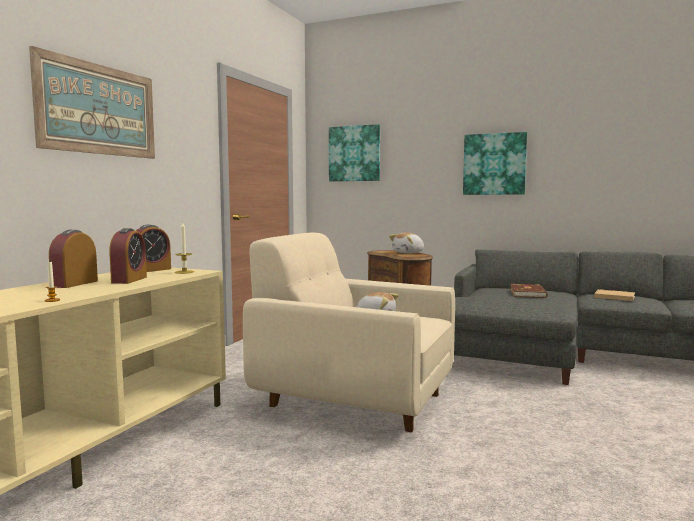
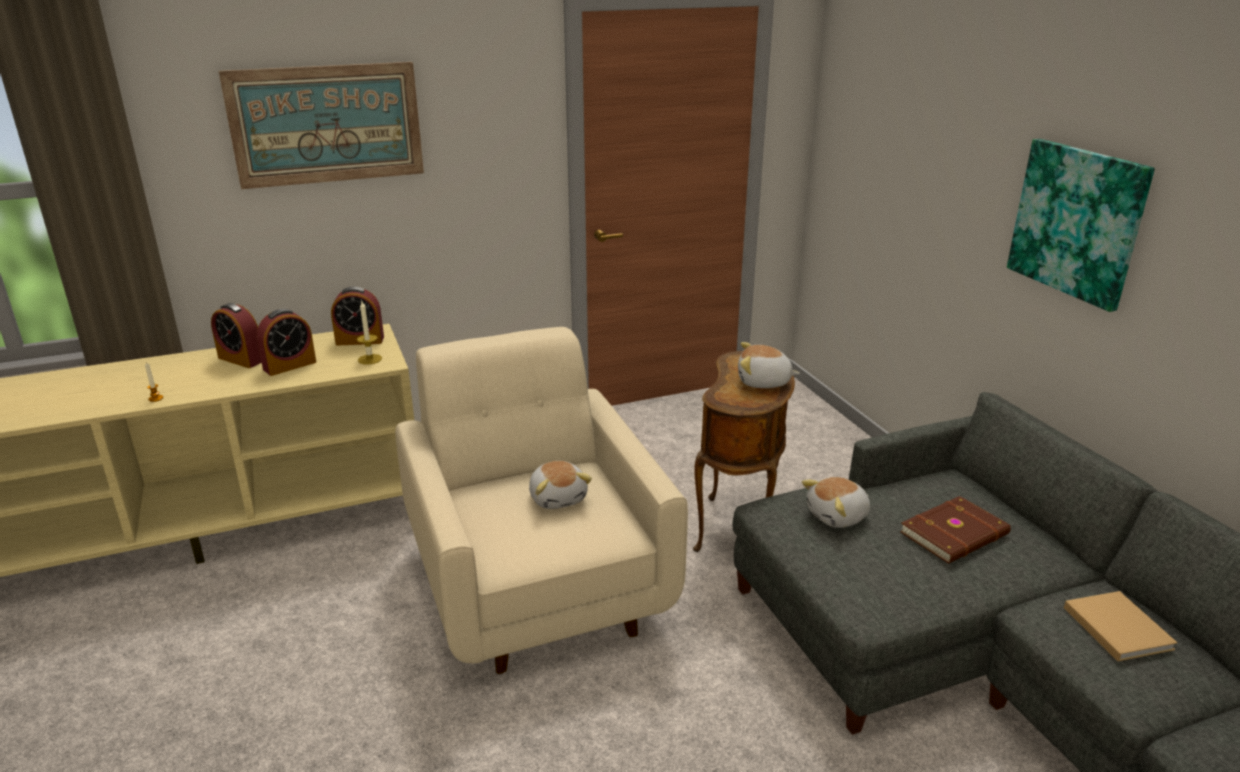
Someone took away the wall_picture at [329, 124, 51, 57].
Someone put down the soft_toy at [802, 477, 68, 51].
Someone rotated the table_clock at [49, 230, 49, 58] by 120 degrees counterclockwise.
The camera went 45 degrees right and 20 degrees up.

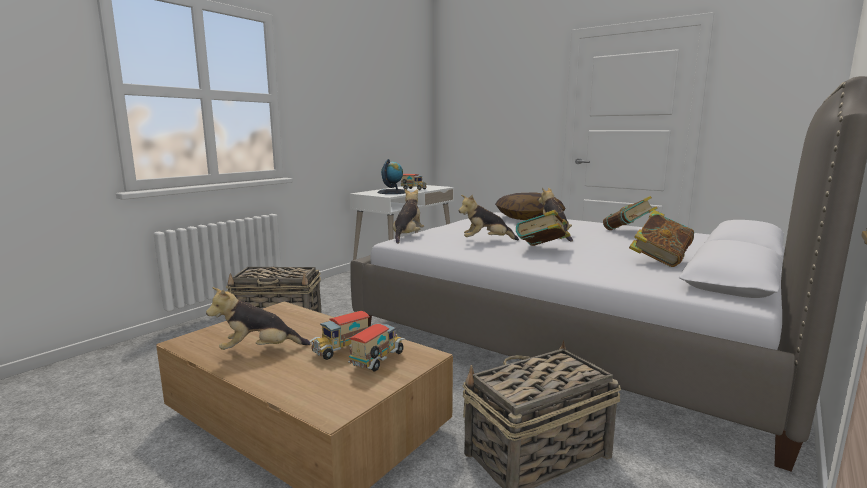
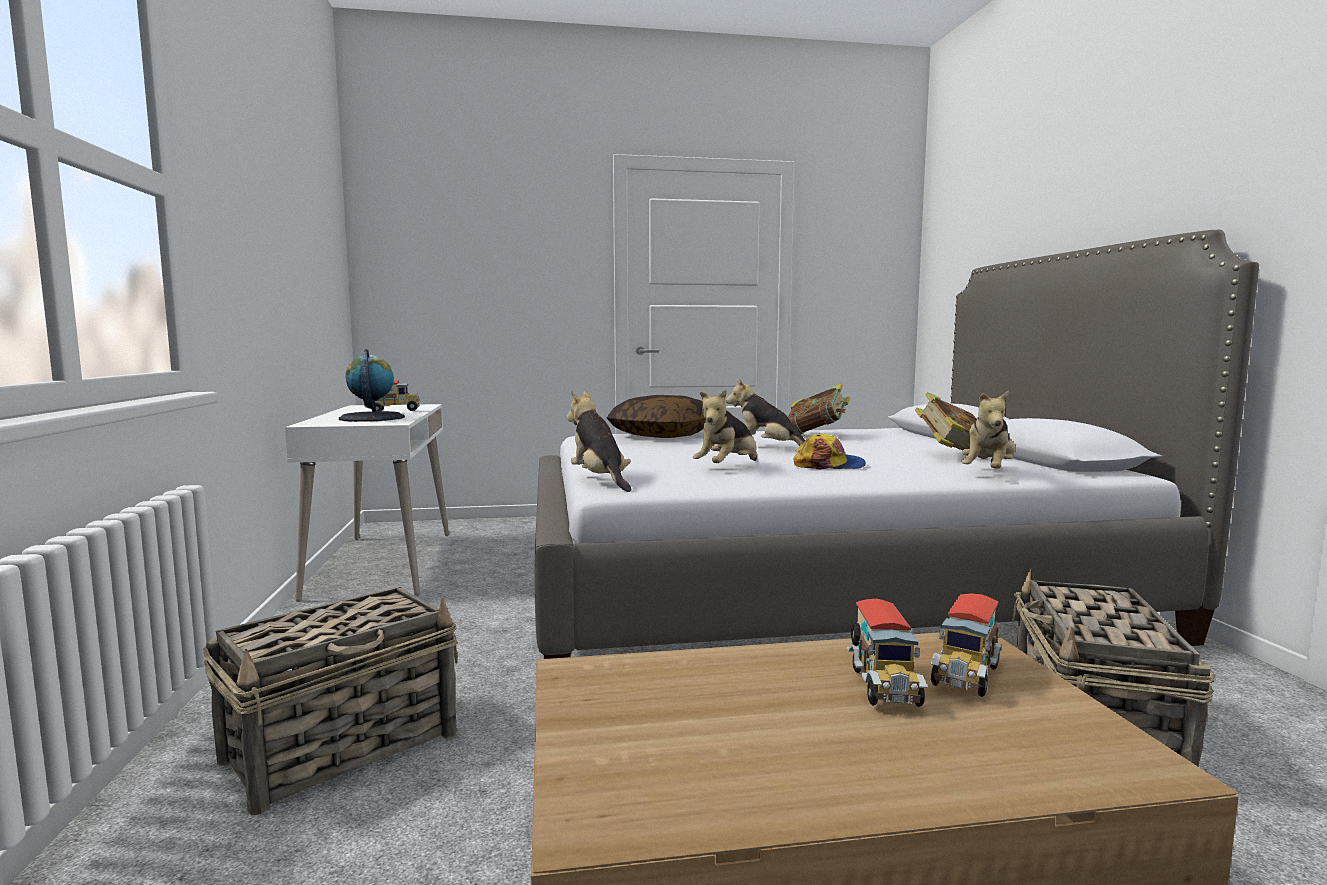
Someone carried the soft_toy from [206, 287, 104, 63] to [961, 391, 54, 78].
Someone swapped the bound_book at [516, 210, 54, 36] for the peaked_cap at [793, 433, 73, 37].
Someone rotated the toy_lorry at [348, 324, 57, 48] by 135 degrees counterclockwise.
The camera went 45 degrees left and 5 degrees down.

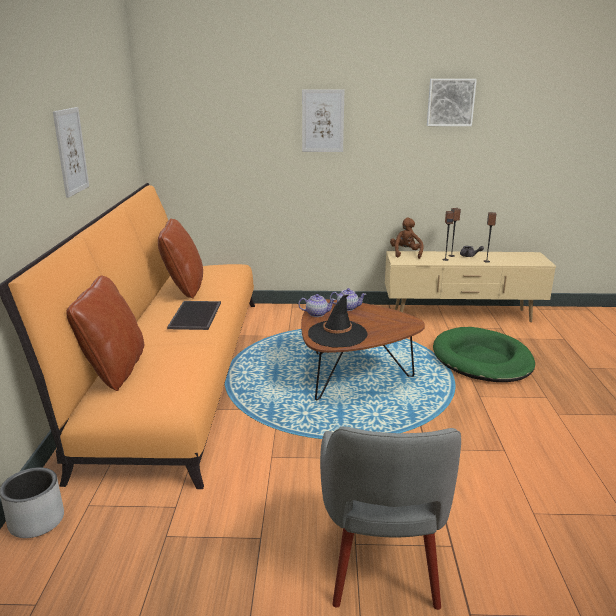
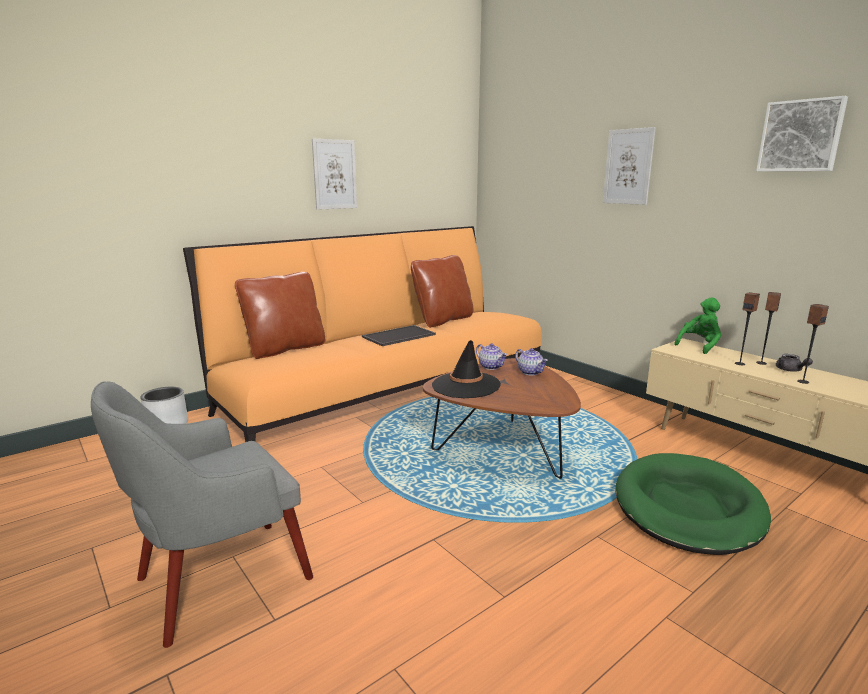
Someone repainted the brownish_soft_toy at [390, 218, 33, 41], which became the green_soft_toy at [674, 297, 47, 57].
The camera went 50 degrees right and 5 degrees down.

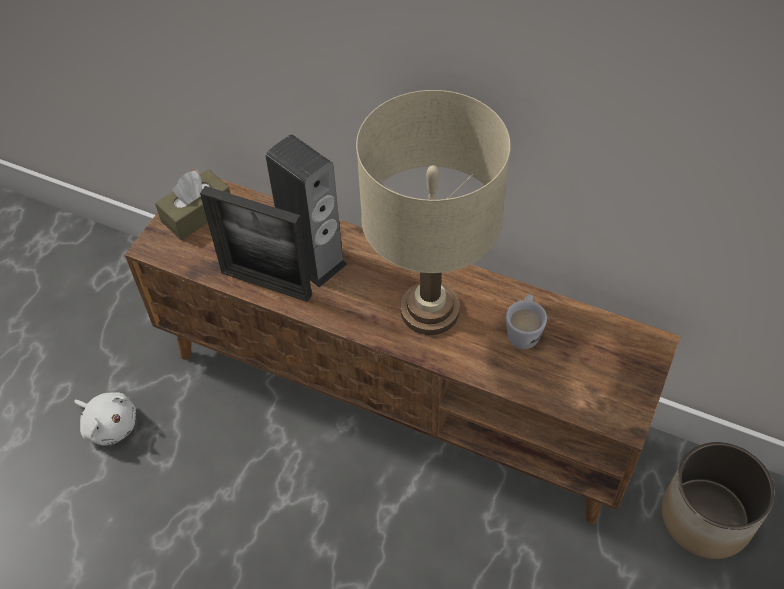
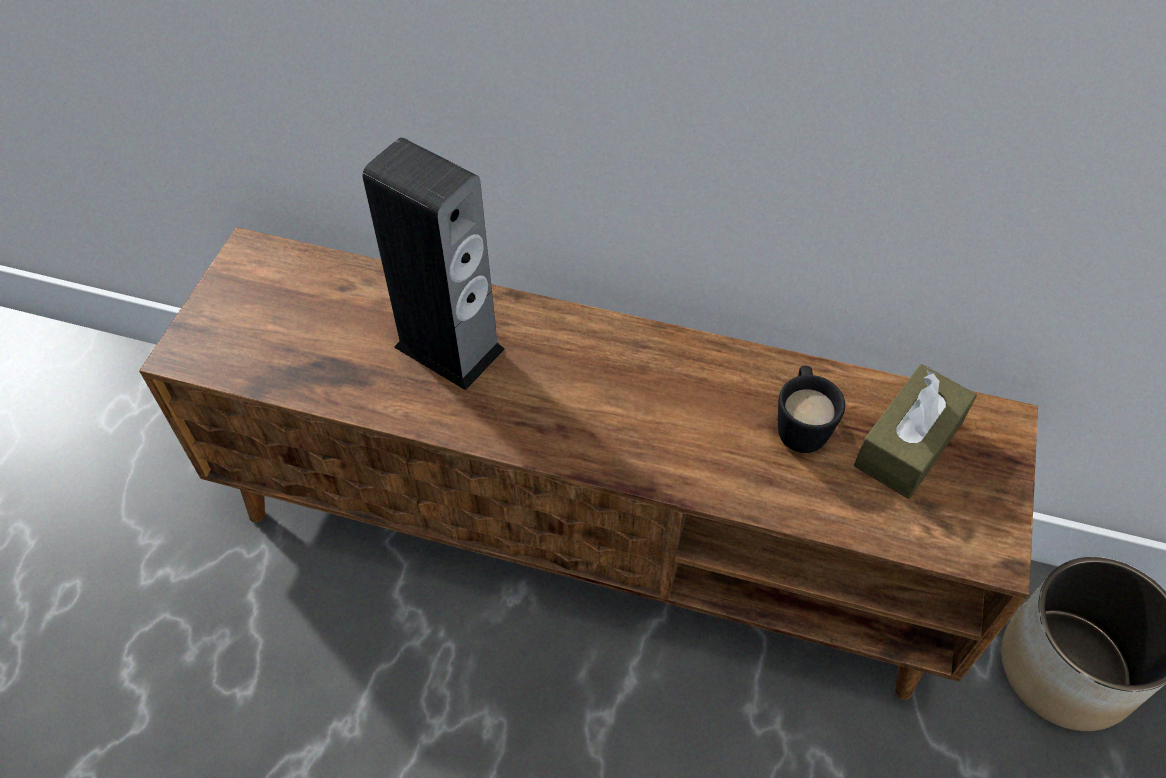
Someone took away the whitish_soft_toy at [74, 392, 62, 53].
Someone took away the photo_frame at [200, 186, 112, 116].
Someone took away the beige_lamp_for_a_table at [356, 90, 155, 245].
Someone carried the brownish_tissue_holder from [155, 169, 76, 71] to [854, 364, 123, 135].
Someone repainted the whitish_coffee_mug at [506, 294, 41, 55], which became the blackish_coffee_mug at [778, 366, 67, 87].
The camera went 10 degrees left and 0 degrees up.

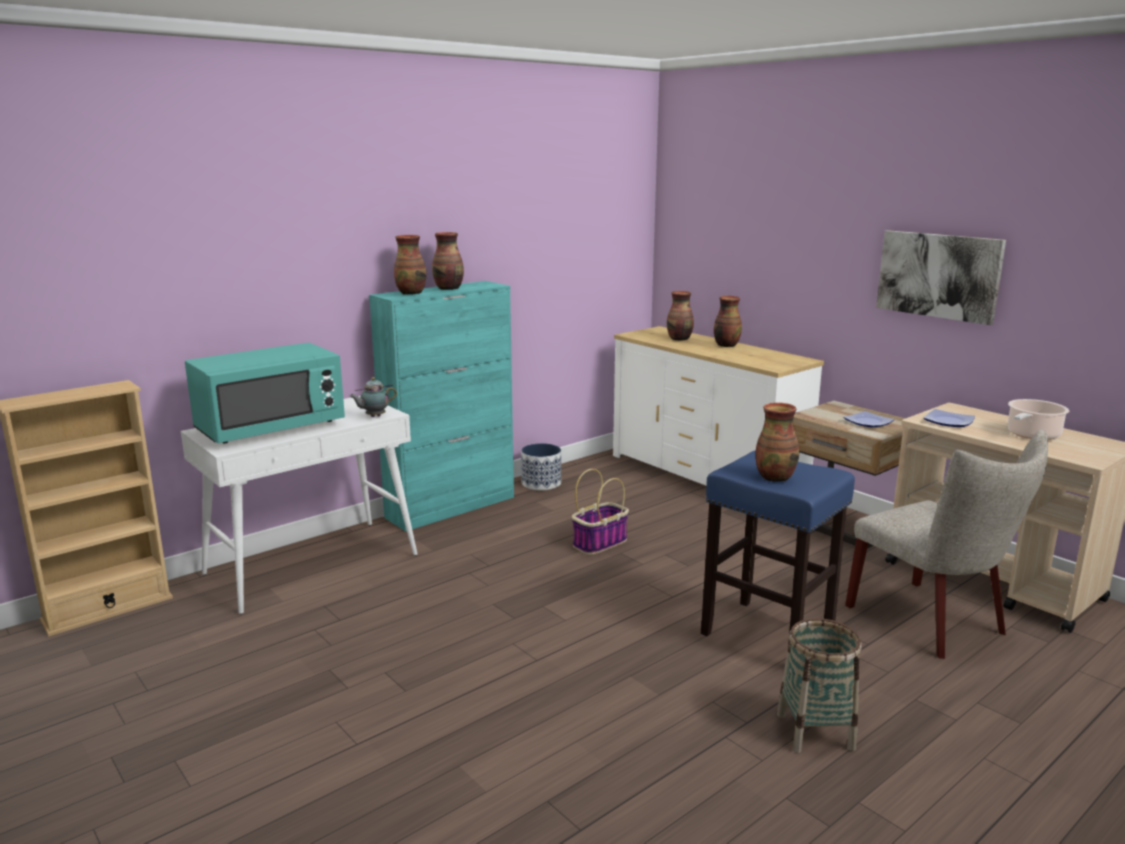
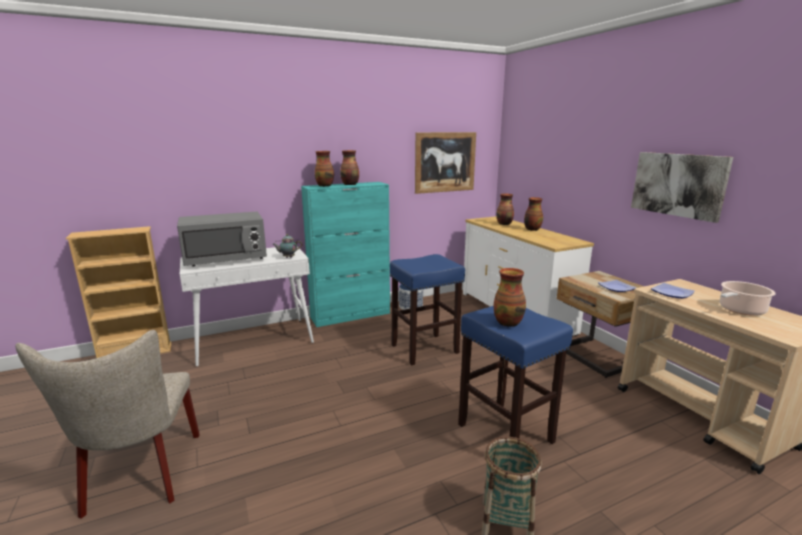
Someone put up the wall_picture at [415, 132, 61, 62].
Someone carried the beige_plain_chair from [845, 429, 203, 230] to [15, 330, 185, 189].
Someone swapped the storage_basket at [572, 469, 57, 86] for the blue-coloured_stool at [390, 254, 75, 111].
Someone repainted the turquoise_microwave_oven at [185, 343, 160, 100], which became the greyish_microwave_oven at [177, 212, 90, 54].
The camera went 15 degrees right and 0 degrees up.

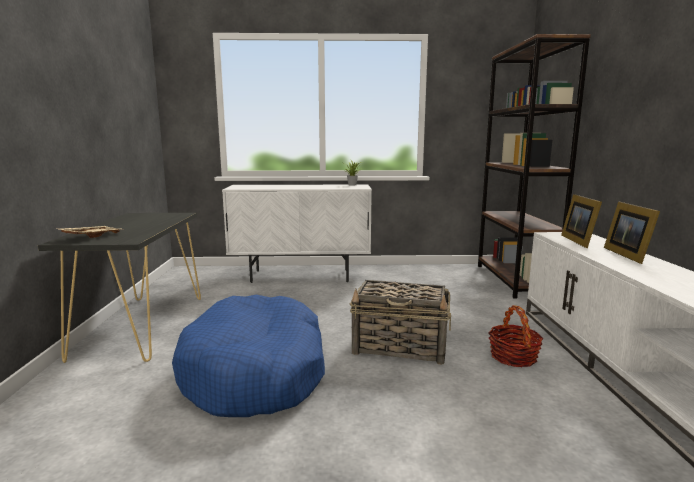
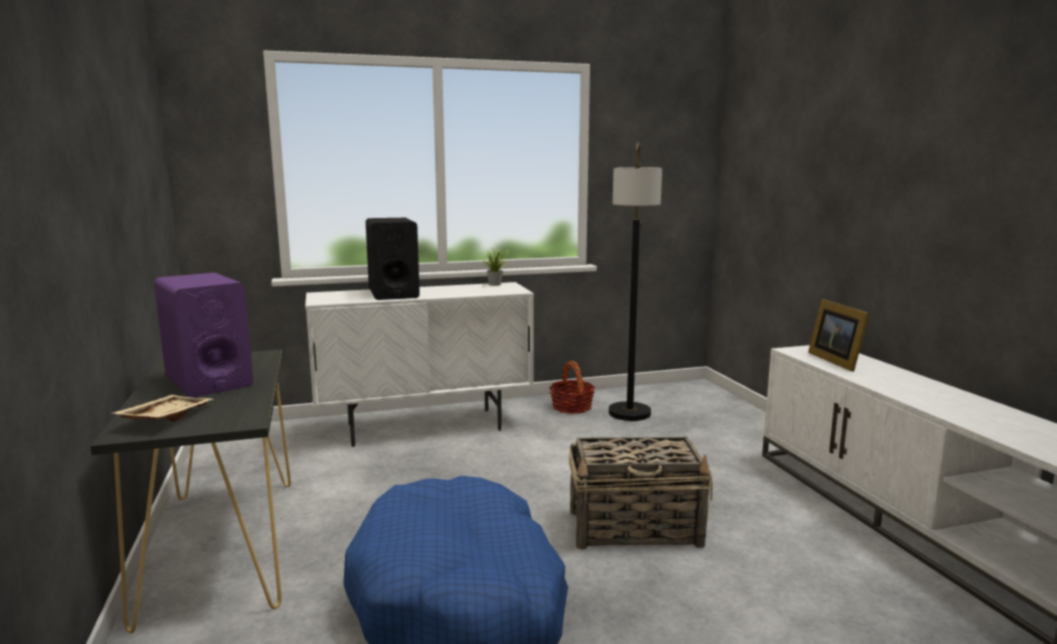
Someone took away the brownish_shelving_unit at [478, 34, 113, 264].
Someone took away the photo_frame at [604, 202, 56, 62].
Someone put down the purple-coloured_speaker at [154, 272, 99, 125].
Someone put down the blackish_speaker at [366, 218, 54, 82].
Someone put down the standard_lamp at [609, 142, 53, 279].
Someone carried the storage_basket from [488, 305, 55, 62] to [549, 361, 46, 53].
The camera went 15 degrees left and 0 degrees up.

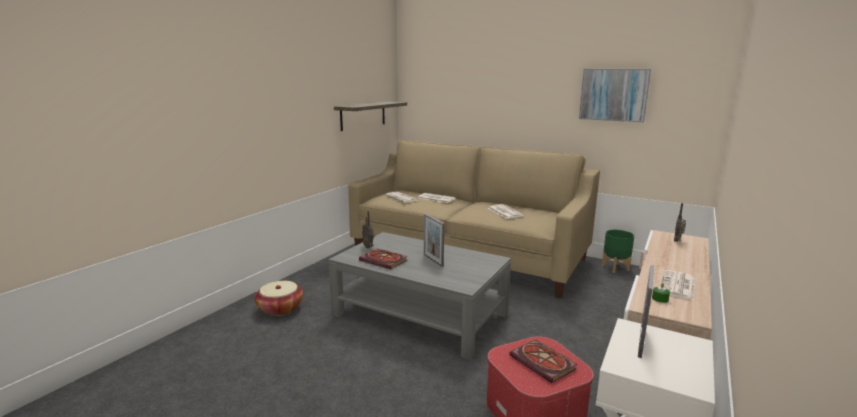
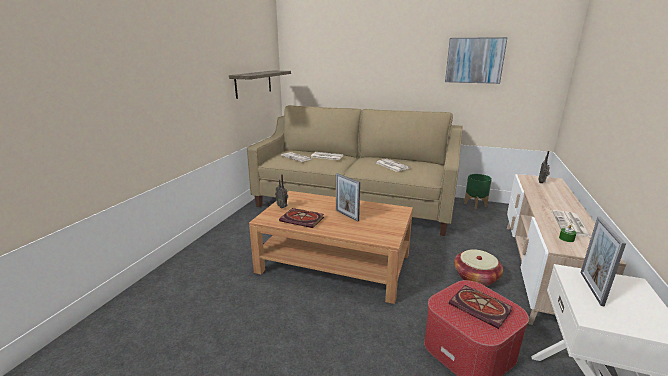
Someone carried the storage_basket from [255, 281, 48, 35] to [454, 249, 49, 37].
Someone repainted the greyish_lounge_table at [328, 232, 183, 128], which became the brownish_lounge_table at [249, 191, 164, 113].
The camera went 10 degrees left and 5 degrees up.

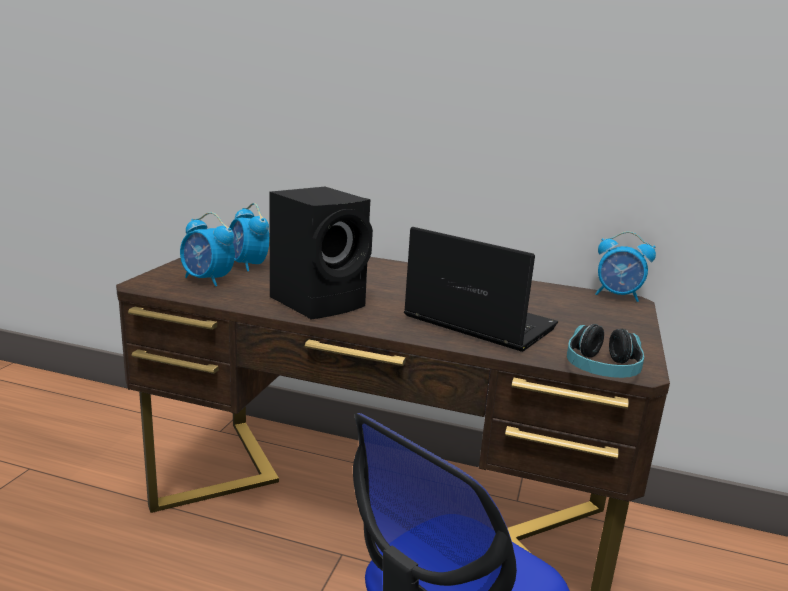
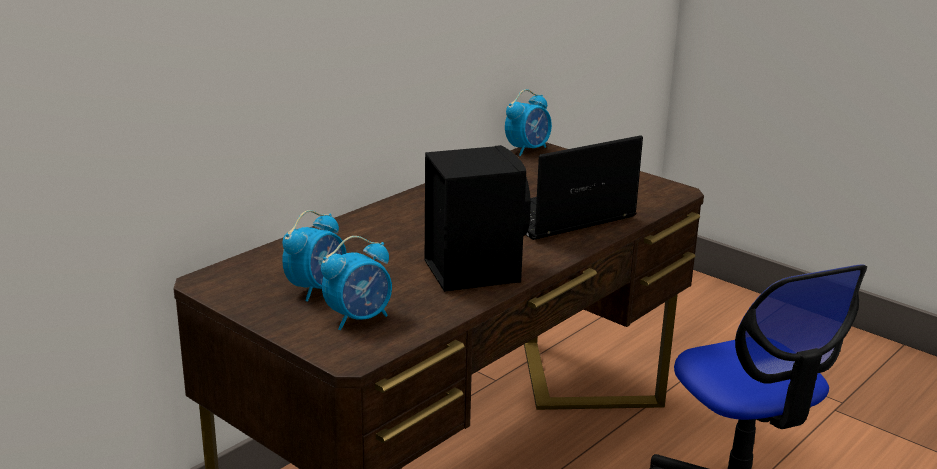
Someone took away the headset at [567, 324, 77, 54].
Someone rotated the table_clock at [229, 203, 40, 69] by 45 degrees counterclockwise.
The camera went 65 degrees left and 5 degrees up.

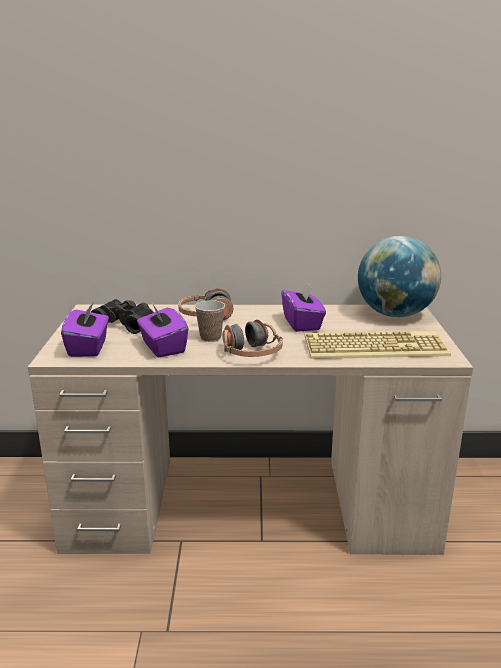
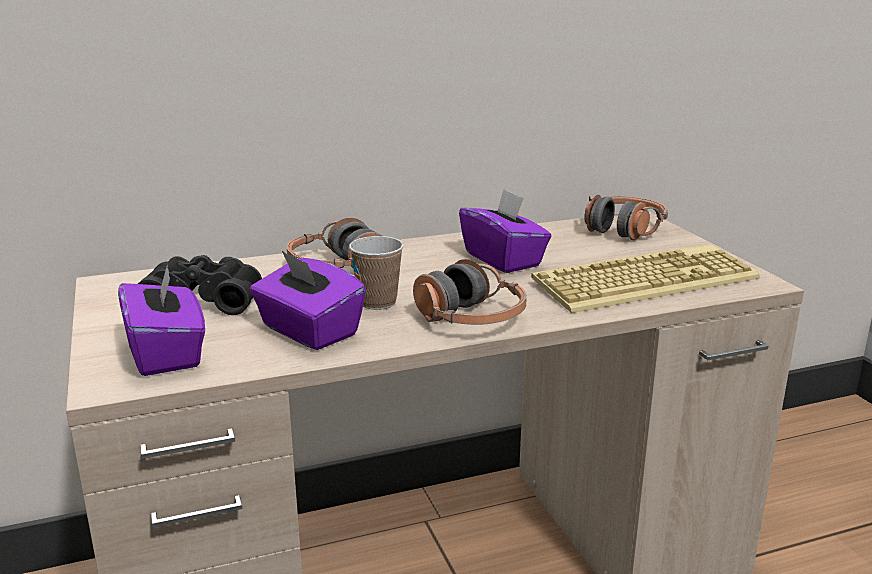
Someone swapped the world_globe at [358, 236, 83, 81] for the headset at [584, 195, 84, 45].
The camera went 20 degrees left and 0 degrees up.

